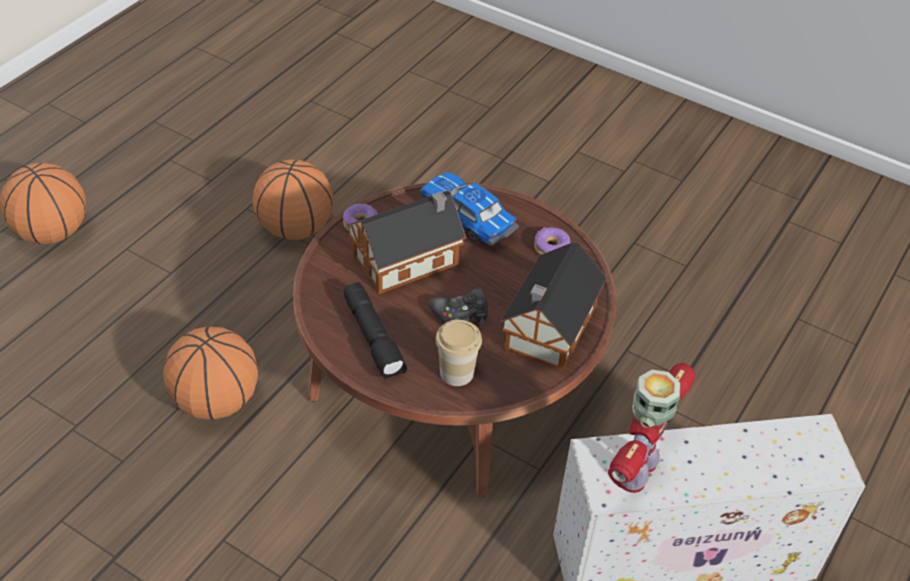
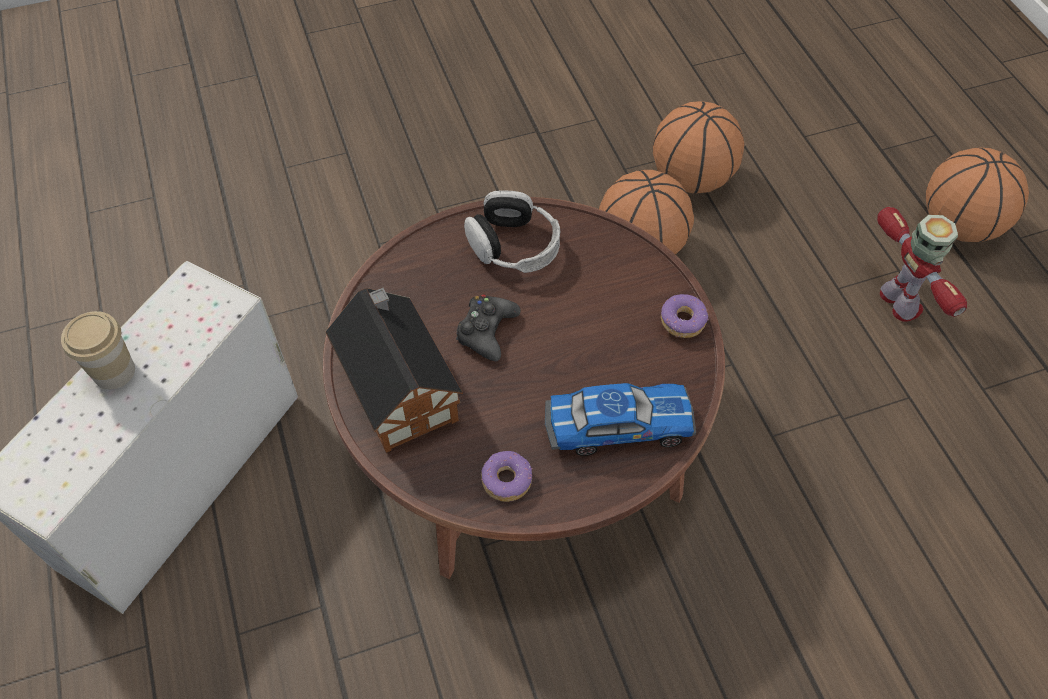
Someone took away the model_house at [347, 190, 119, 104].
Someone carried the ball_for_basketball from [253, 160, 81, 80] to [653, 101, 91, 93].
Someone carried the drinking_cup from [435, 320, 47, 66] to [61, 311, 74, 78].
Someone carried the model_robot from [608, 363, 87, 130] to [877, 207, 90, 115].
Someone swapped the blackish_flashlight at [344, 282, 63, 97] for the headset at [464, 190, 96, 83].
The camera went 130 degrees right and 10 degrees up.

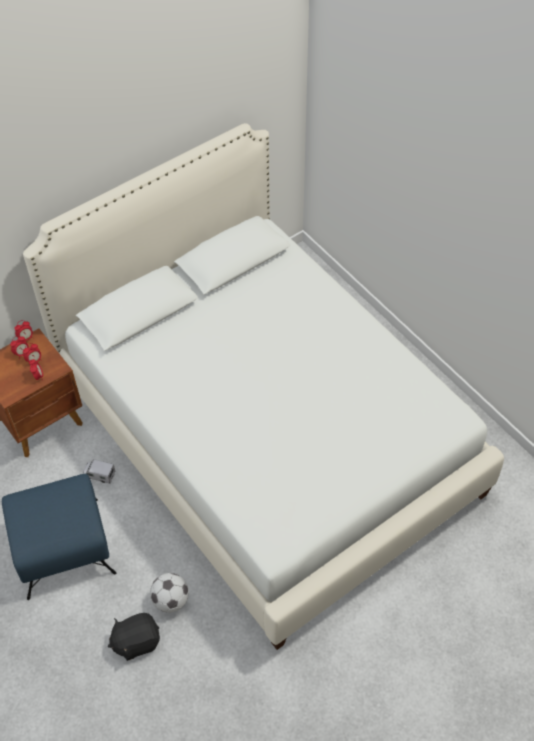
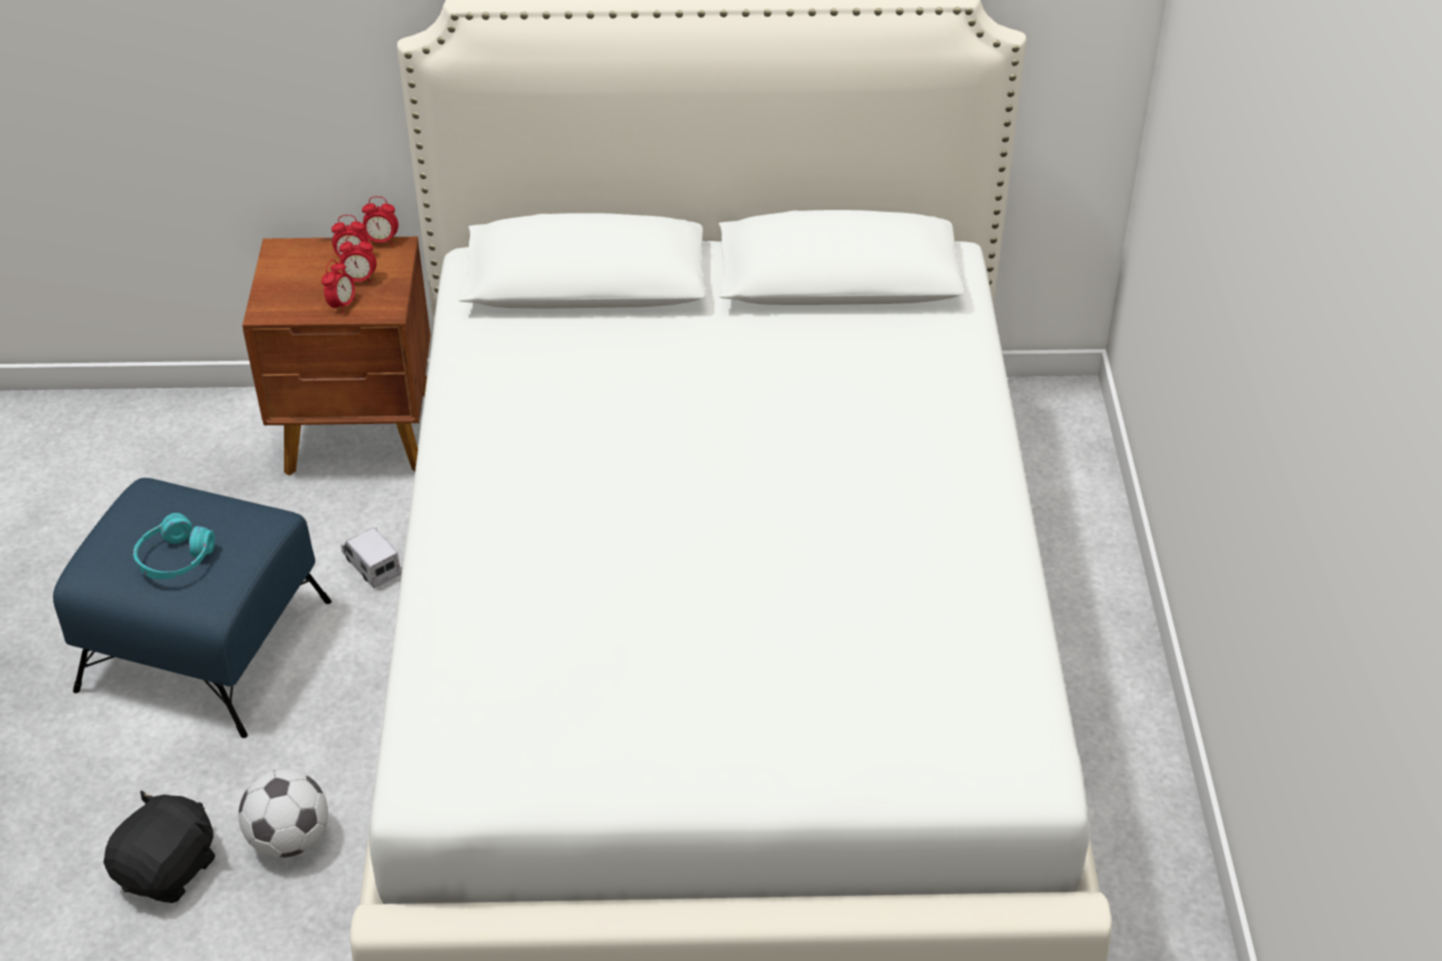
Someone put down the turquoise_headset at [133, 513, 82, 66].
Someone rotated the blackish_soft_toy at [108, 613, 52, 48] by 105 degrees clockwise.
The camera went 35 degrees right and 10 degrees down.

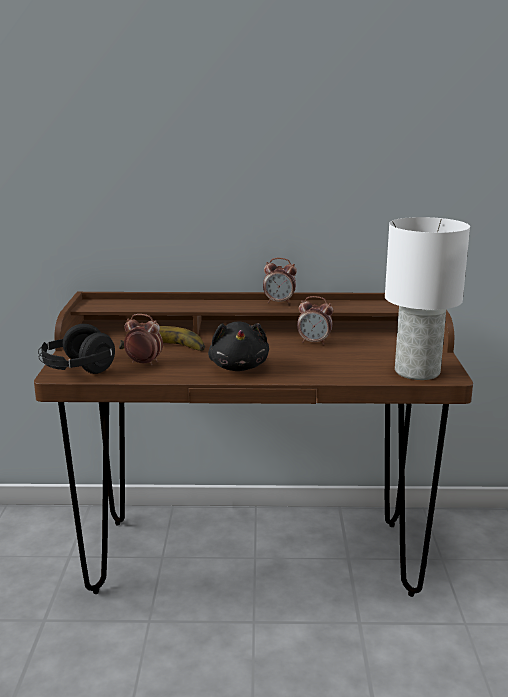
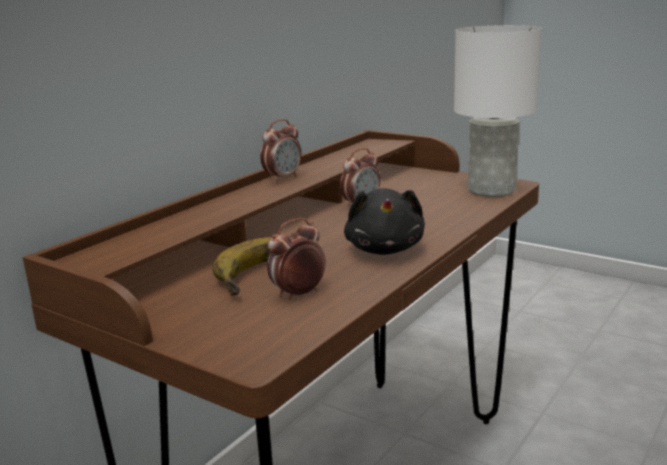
Someone took away the blackish_headset at [38, 324, 77, 50].
Someone rotated the blackish_soft_toy at [208, 321, 61, 50] by 60 degrees clockwise.
The camera went 55 degrees left and 0 degrees up.

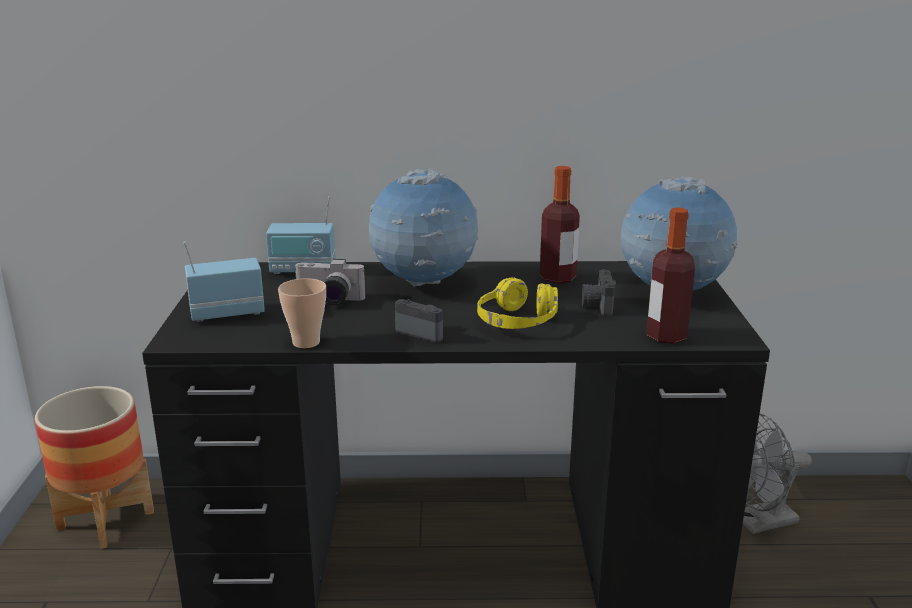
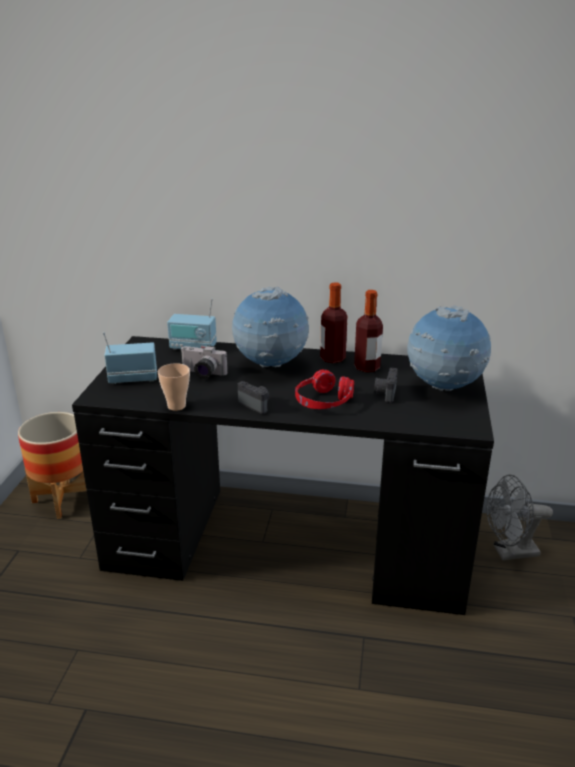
Someone carried the bottle from [647, 208, 48, 136] to [320, 282, 28, 81].
Someone repainted the yellowish_headset at [477, 277, 81, 52], which became the reddish_headset at [295, 370, 59, 39].
The camera went 10 degrees right and 5 degrees up.

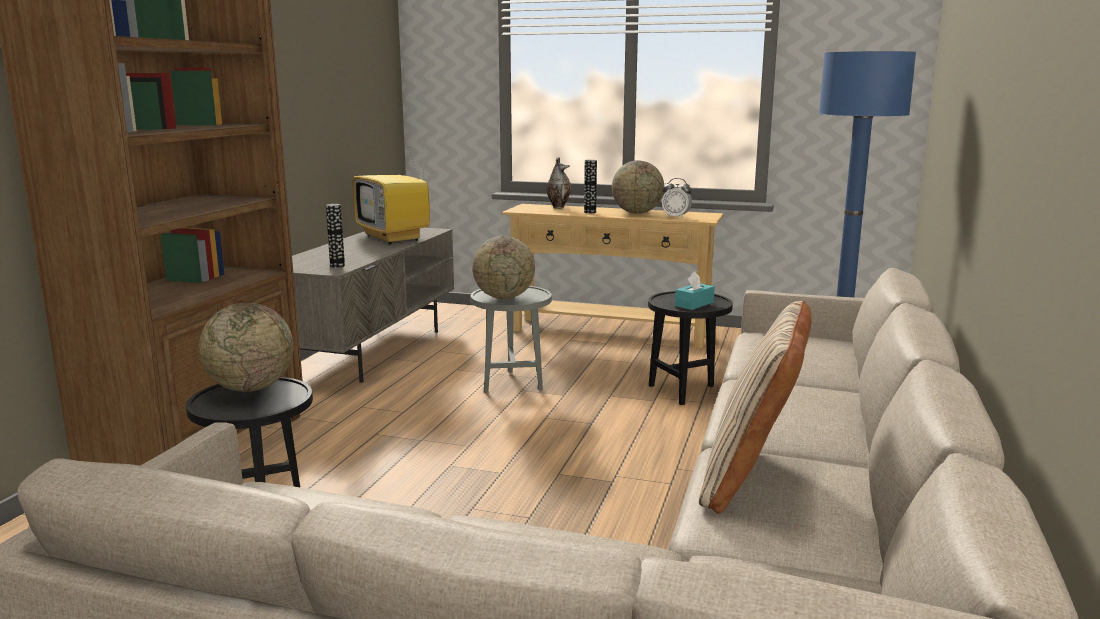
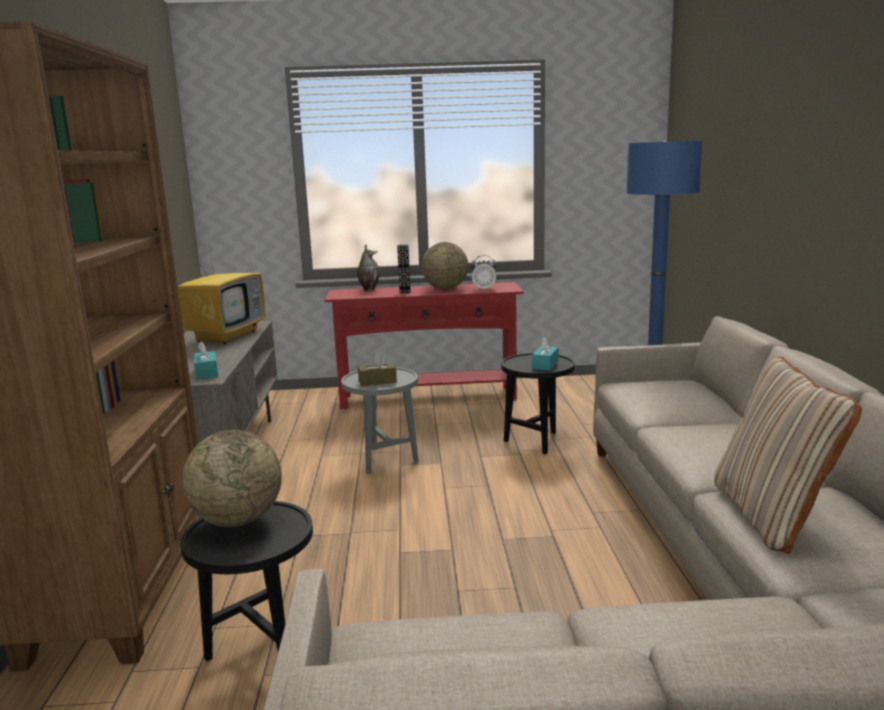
Someone swapped the decorative_vase at [326, 204, 19, 64] for the turquoise_tissue_holder at [194, 341, 24, 38].
Someone swapped the world_globe at [472, 236, 63, 63] for the brownish_tissue_holder at [358, 352, 39, 34].
Someone repainted the beige_hall_table at [502, 204, 221, 144], which became the reddish_hall_table at [324, 282, 200, 127].
Someone rotated the TV_set at [353, 144, 77, 100] by 105 degrees counterclockwise.
The camera went 20 degrees left and 0 degrees up.

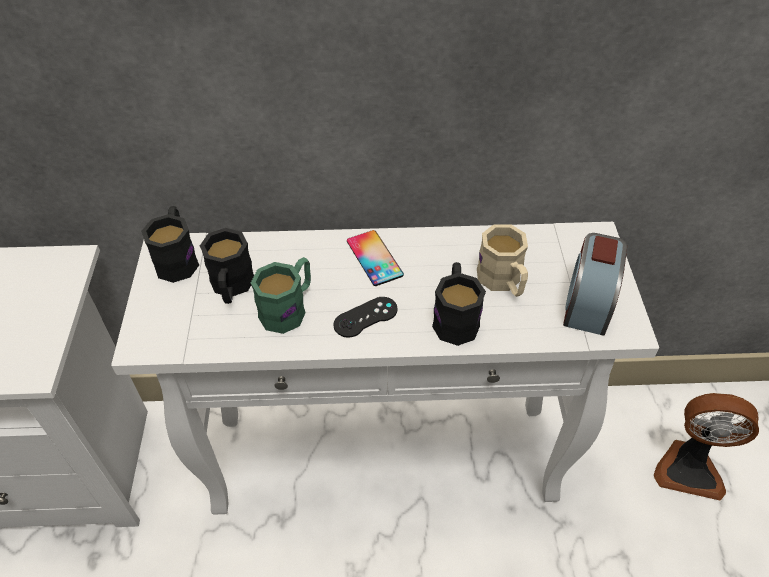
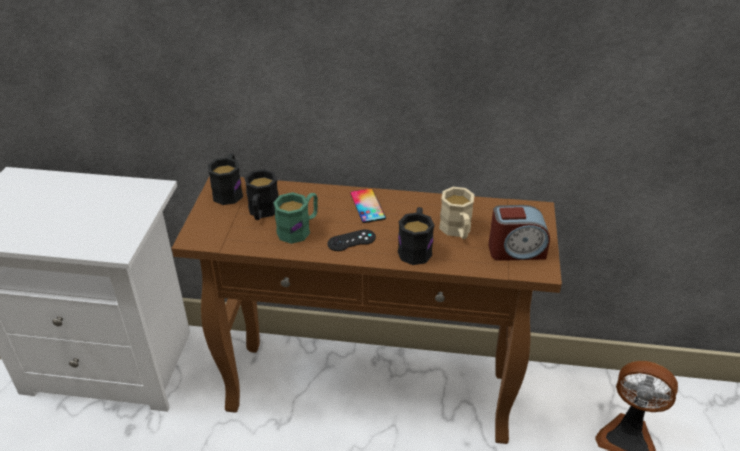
Someone repainted the whitish_hall_table at [111, 222, 548, 293], which became the brownish_hall_table at [172, 176, 390, 268].
Someone rotated the table_clock at [563, 233, 64, 103] by 120 degrees counterclockwise.
The camera went 10 degrees right and 10 degrees down.

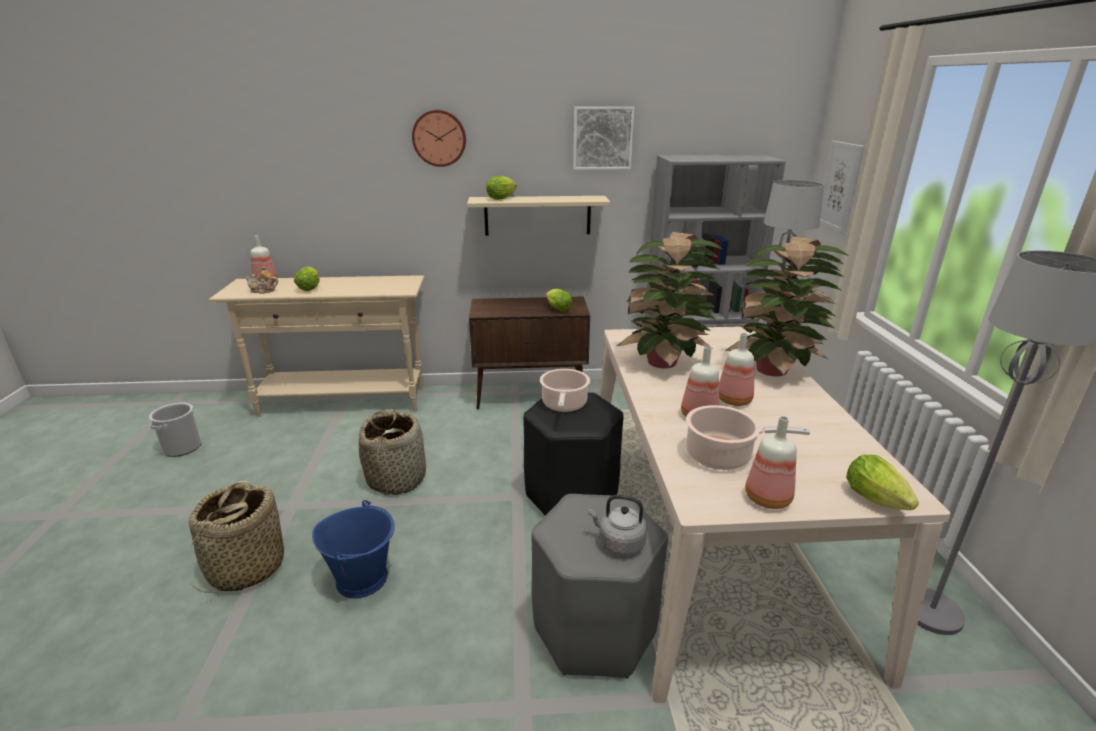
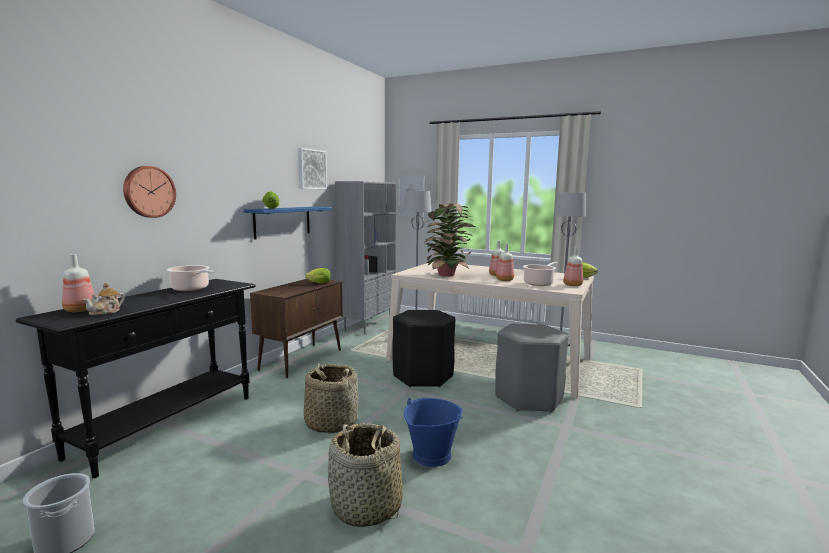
Someone took away the lettuce at [294, 267, 26, 24].
Someone took away the greyish_water_kettle at [588, 495, 59, 60].
Someone took away the plant_in_a_pot at [725, 236, 124, 140].
Someone carried the wall_clock from [412, 110, 54, 57] to [123, 166, 53, 52].
Someone carried the cooking_pot from [540, 369, 50, 43] to [167, 265, 47, 26].
Someone repainted the beige_hall_table at [209, 275, 216, 142], which became the blackish_hall_table at [16, 279, 240, 199].
Someone repainted the beige_wall_shelf at [467, 196, 143, 40], which became the blue-coloured_wall_shelf at [244, 207, 88, 33].
The camera went 60 degrees left and 15 degrees down.

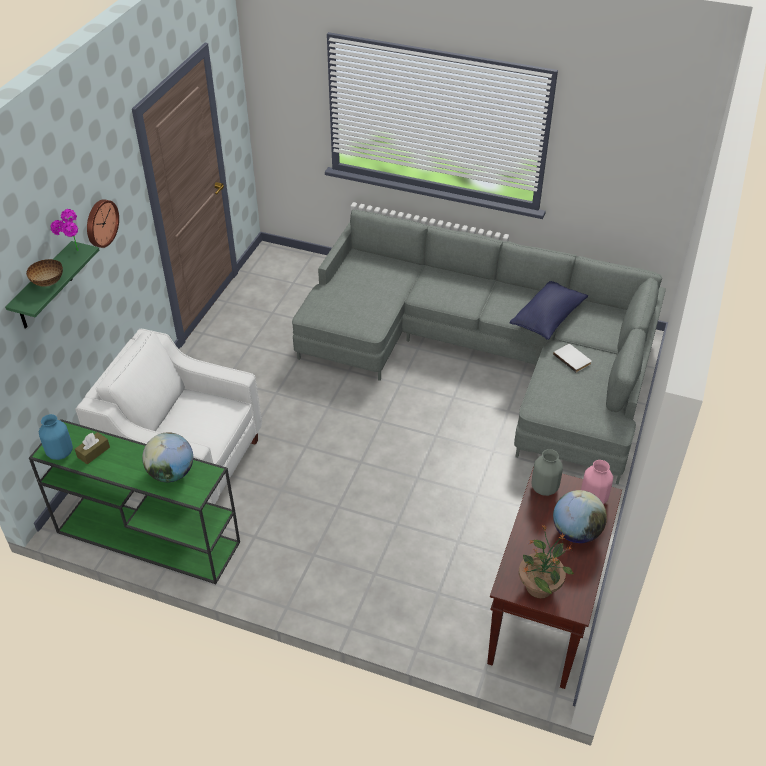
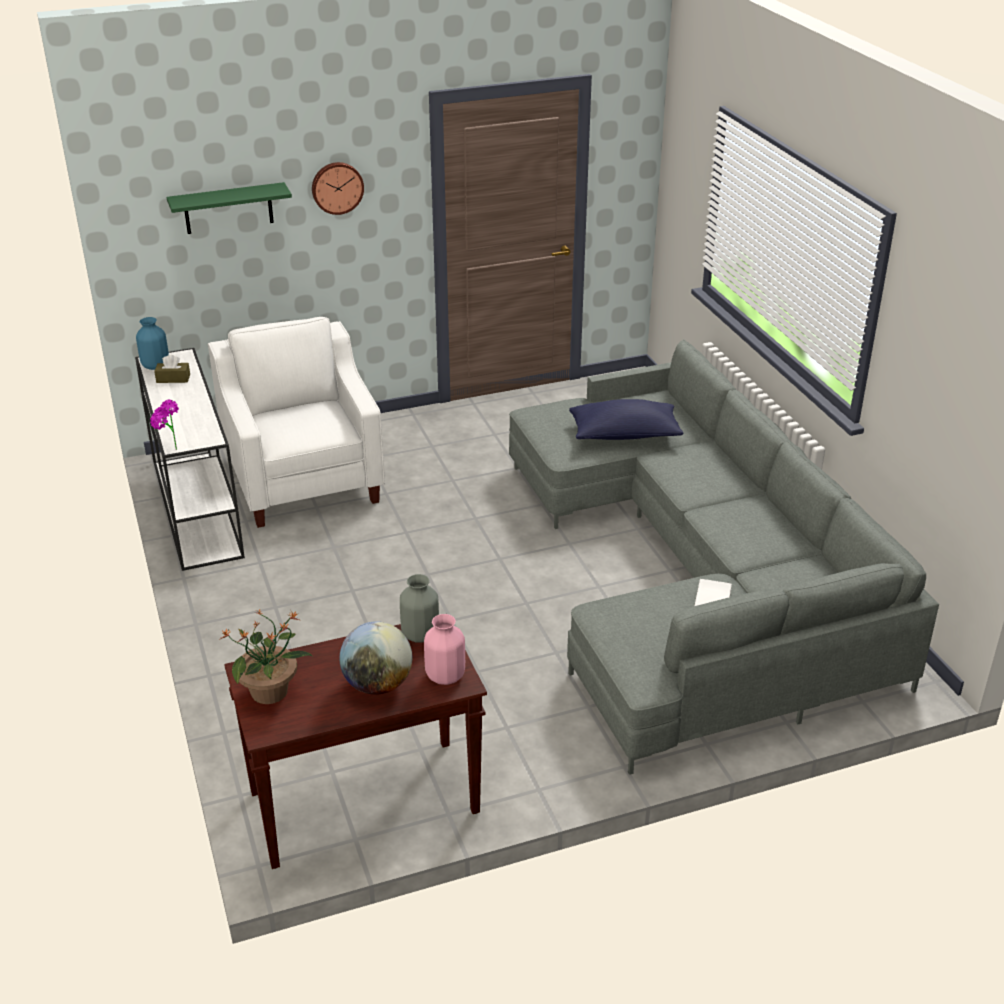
Someone took away the deep_dish at [26, 259, 37, 28].
Someone took away the world_globe at [142, 432, 51, 50].
Someone carried the plant_in_a_pot from [50, 209, 28, 42] to [150, 400, 29, 50].
Someone carried the blue-coloured_pillow from [510, 281, 78, 59] to [569, 399, 114, 41].
Someone repainted the green_hall_table at [29, 419, 211, 165], which became the whitish_hall_table at [135, 348, 110, 223].
The camera went 50 degrees right and 10 degrees down.

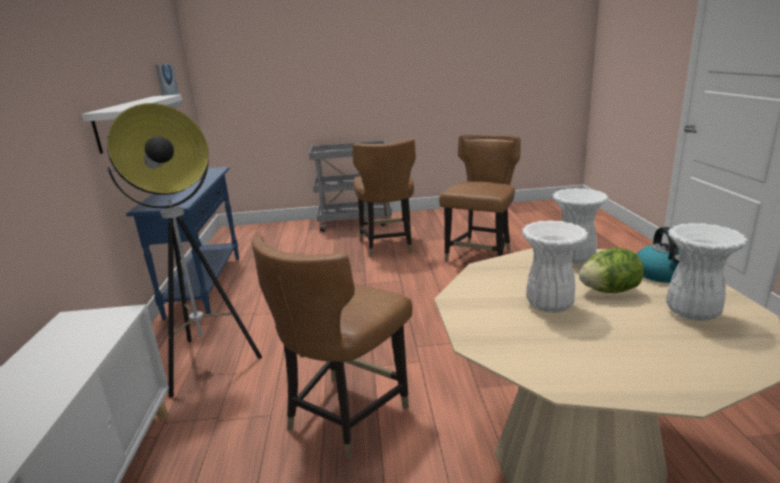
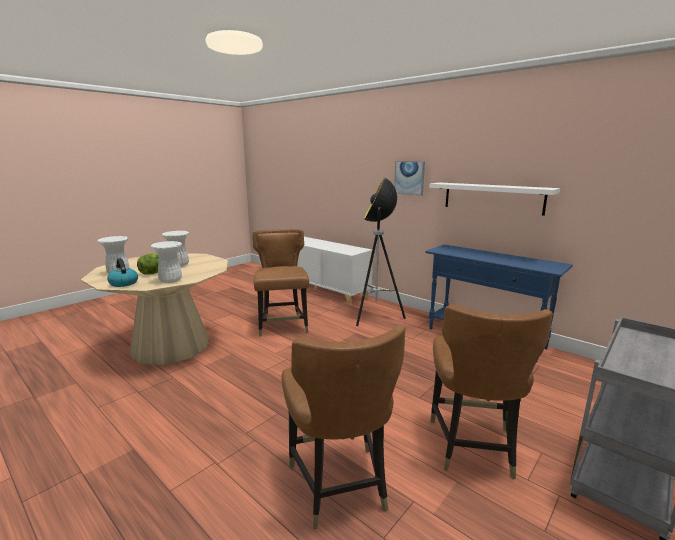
Someone carried the wall_picture from [155, 63, 26, 45] to [394, 161, 31, 35].
Someone rotated the brownish_plain_chair at [352, 139, 64, 118] by 120 degrees counterclockwise.
The camera went 135 degrees right and 5 degrees down.

